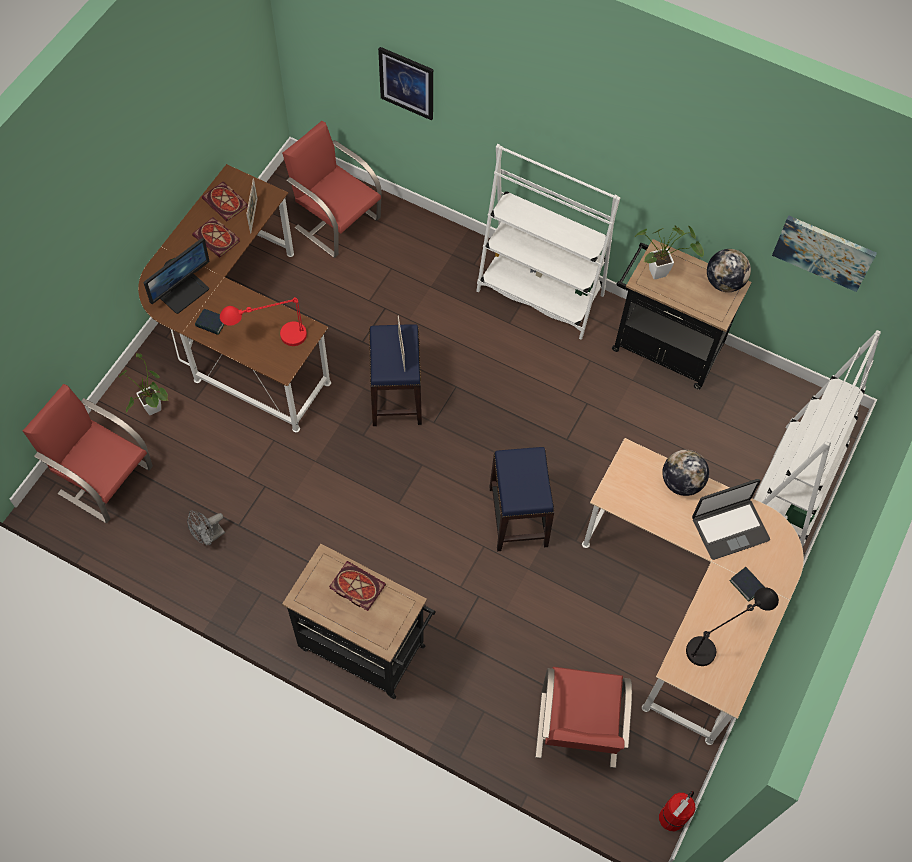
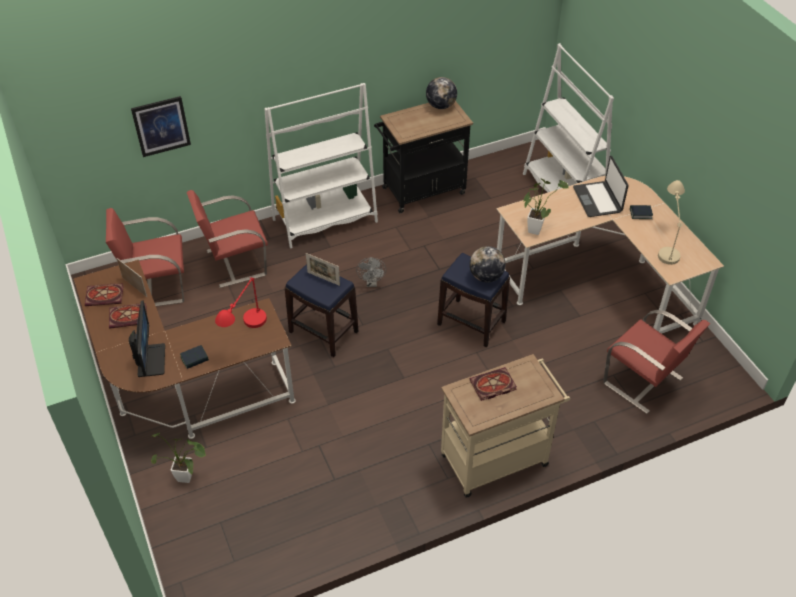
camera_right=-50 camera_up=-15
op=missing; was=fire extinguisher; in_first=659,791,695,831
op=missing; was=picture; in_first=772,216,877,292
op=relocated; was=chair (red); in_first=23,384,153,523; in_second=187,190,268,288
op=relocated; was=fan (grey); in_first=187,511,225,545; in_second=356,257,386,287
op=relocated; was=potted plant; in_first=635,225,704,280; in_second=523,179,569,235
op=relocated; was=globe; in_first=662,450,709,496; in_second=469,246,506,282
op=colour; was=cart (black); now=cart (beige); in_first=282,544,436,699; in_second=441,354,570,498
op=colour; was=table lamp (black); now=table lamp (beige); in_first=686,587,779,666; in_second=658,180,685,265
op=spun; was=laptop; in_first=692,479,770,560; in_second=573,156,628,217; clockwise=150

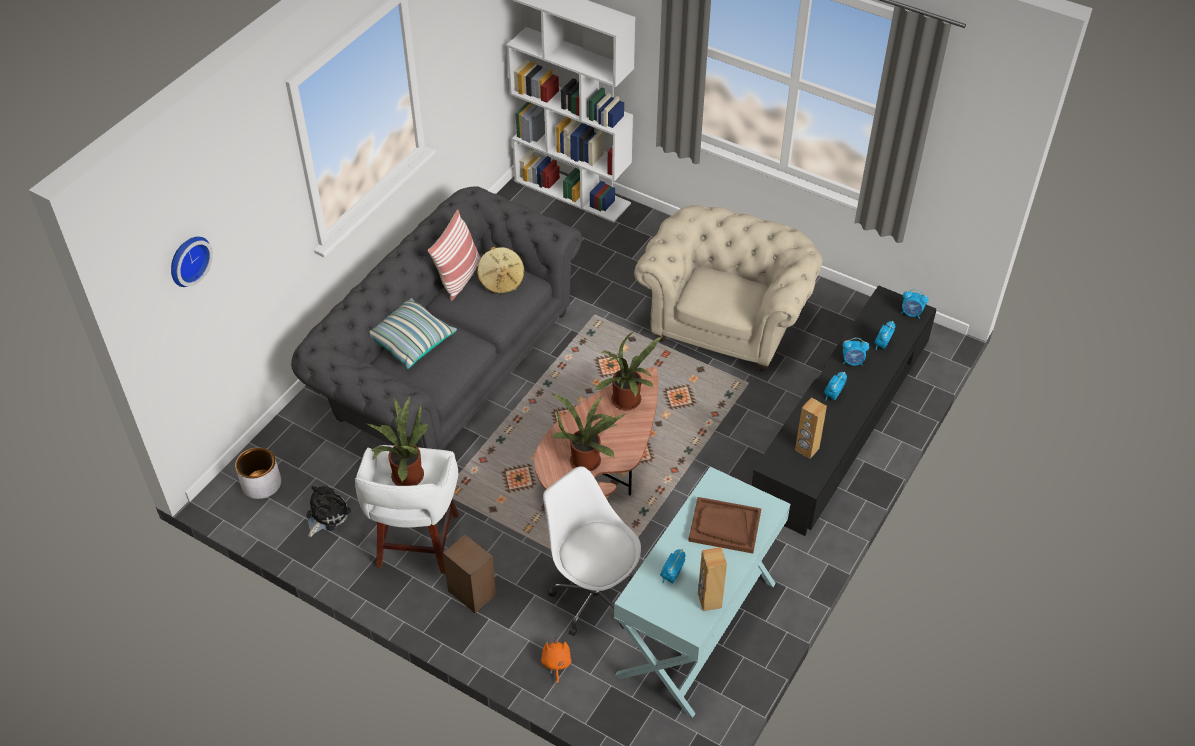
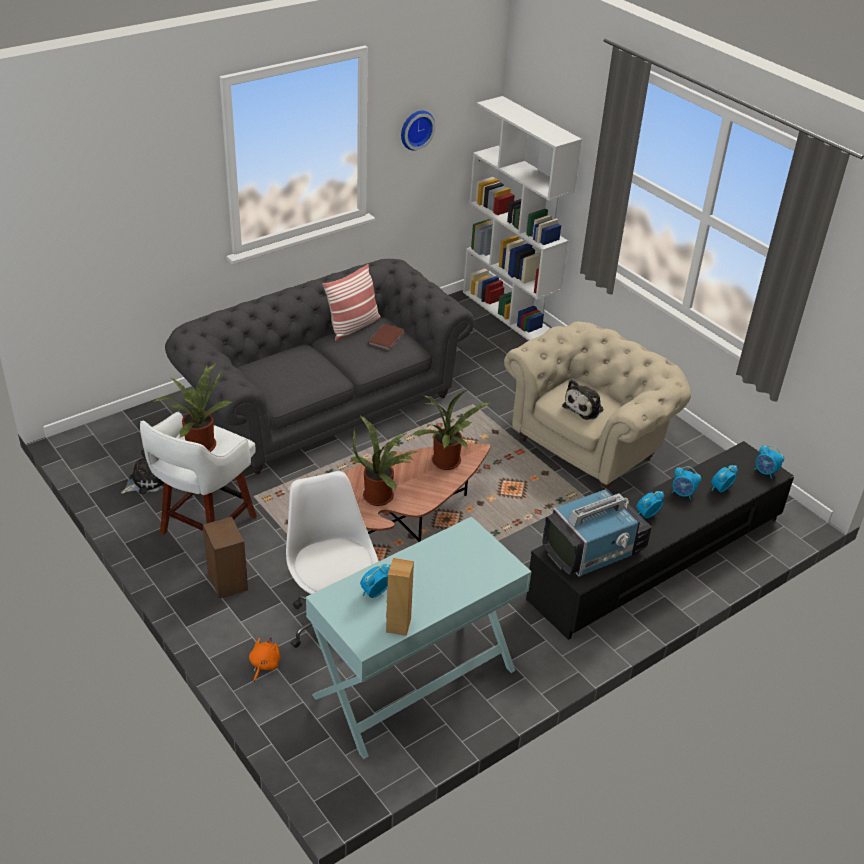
camera_right=20 camera_up=-10
op=missing; was=planter (white); in_first=235,447,281,499
op=missing; was=pillow; in_first=369,298,457,369
op=missing; was=tray (brown); in_first=688,497,761,553
op=appeared; now=plush toy; in_second=562,380,603,420
op=relocated; was=wall clock; in_first=171,236,213,287; in_second=401,111,436,151
op=exchanged; was=hat (beige); now=book (brown); in_first=477,247,525,294; in_second=368,324,405,351
op=exchanged; was=speaker (brown); now=television; in_first=795,397,827,459; in_second=542,488,652,577

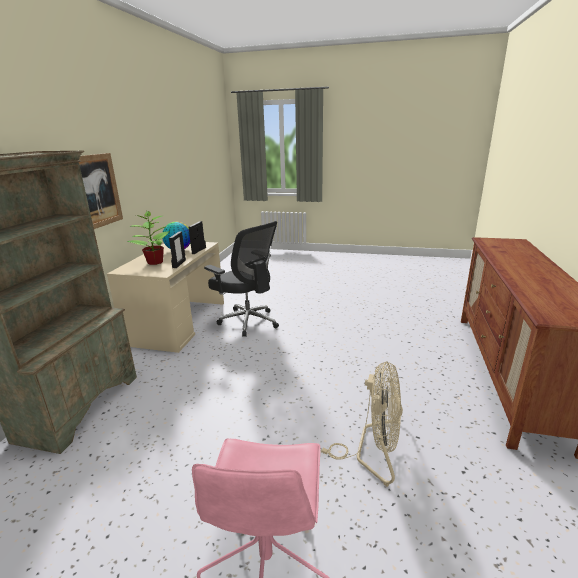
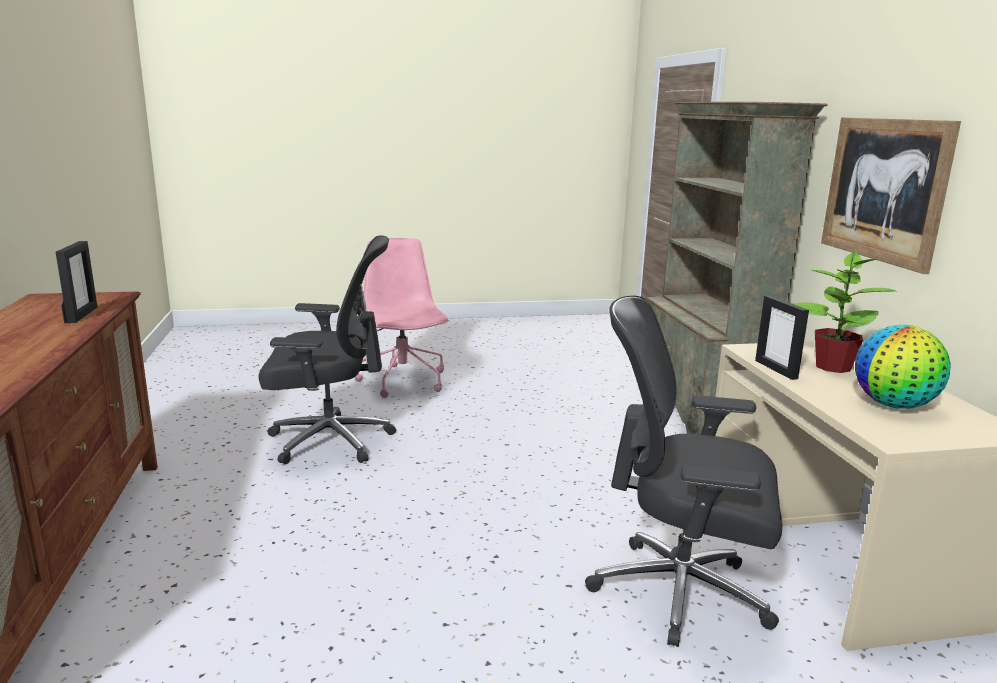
camera_right=155 camera_up=-5
op=relocated; was=picture frame; in_first=189,221,206,254; in_second=56,241,97,323
op=exchanged; was=fan (beige); now=office chair; in_first=321,361,403,487; in_second=259,235,396,464

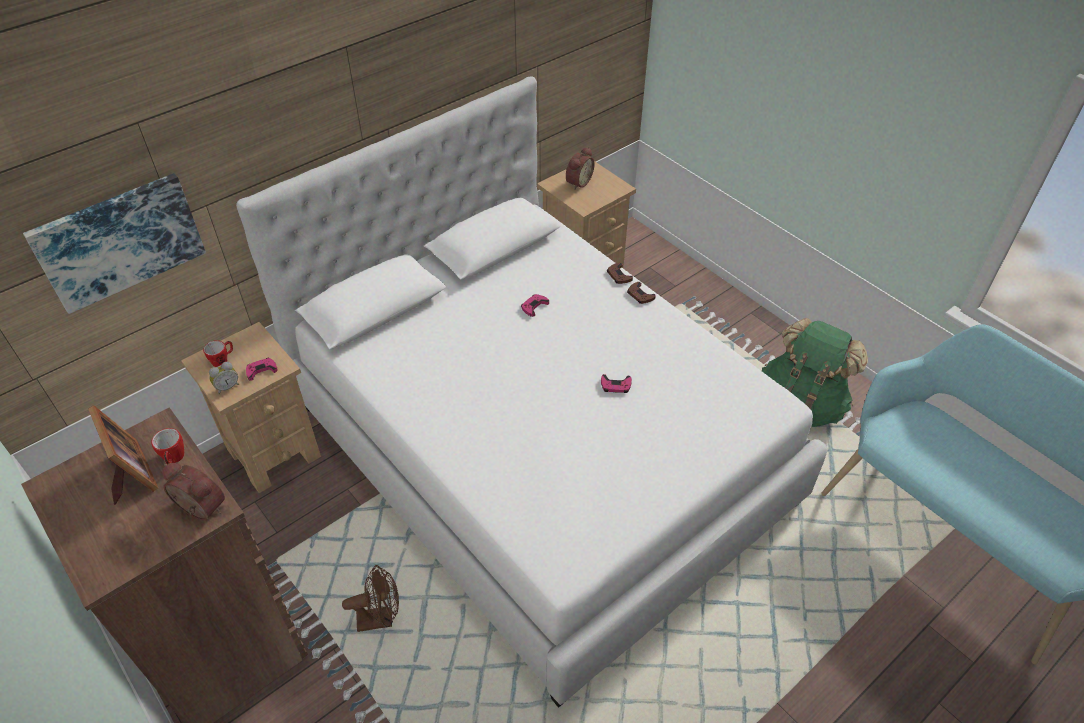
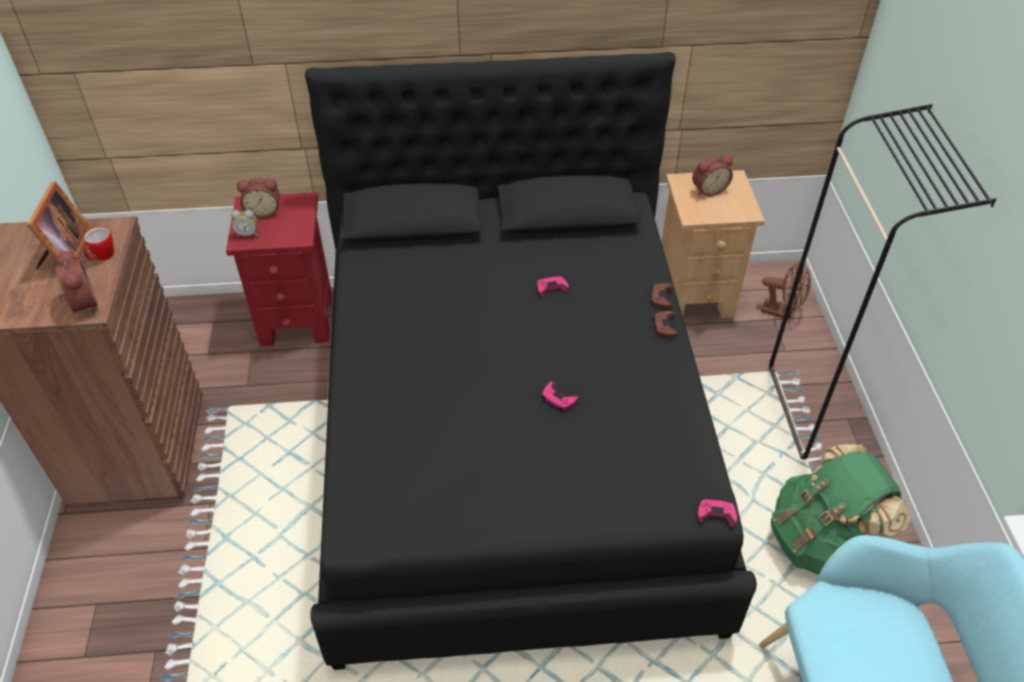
camera_right=35 camera_up=0
op=missing; was=picture; in_first=23,173,206,314
op=appeared; now=clothes rack (black); in_second=769,103,996,459
op=relocated; was=game controller (pink); in_first=246,358,278,381; in_second=697,499,737,526
op=relocated; was=fan (brown); in_first=342,565,399,632; in_second=761,262,811,320
op=exchanged; was=mug; now=alarm clock; in_first=203,340,233,367; in_second=237,178,280,218
op=colour; was=nightstand (beige); now=nightstand (red); in_first=181,322,321,493; in_second=226,192,332,346
op=colour; was=bed (white); now=bed (black); in_first=236,77,828,708; in_second=305,52,757,670

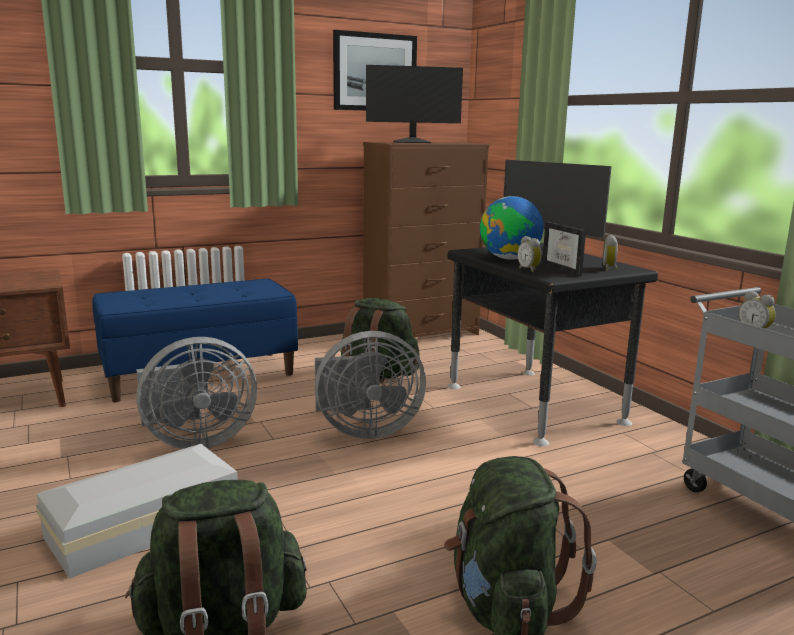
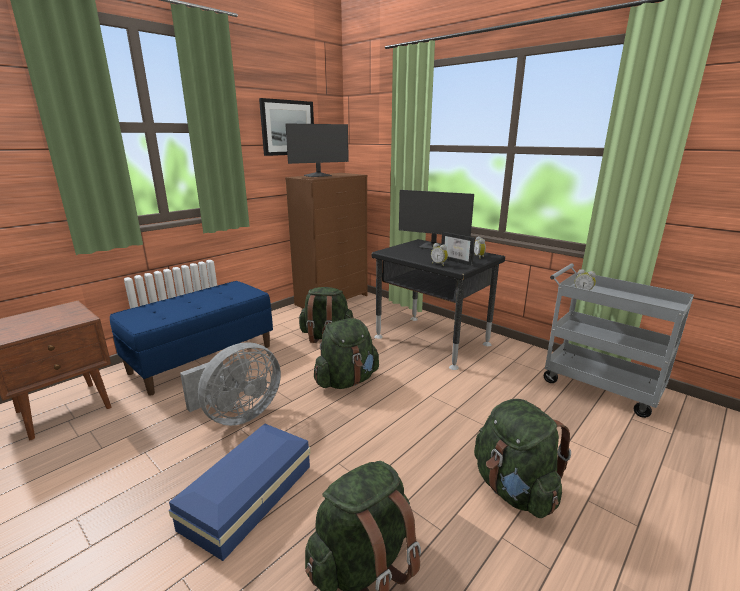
camera_right=-20 camera_up=5
op=missing; was=globe; in_first=480,196,544,260
op=exchanged; was=fan (grey); now=backpack (green); in_first=315,331,426,439; in_second=314,318,379,389
op=colour; was=storage box (white); now=storage box (blue); in_first=36,444,238,579; in_second=169,424,311,561

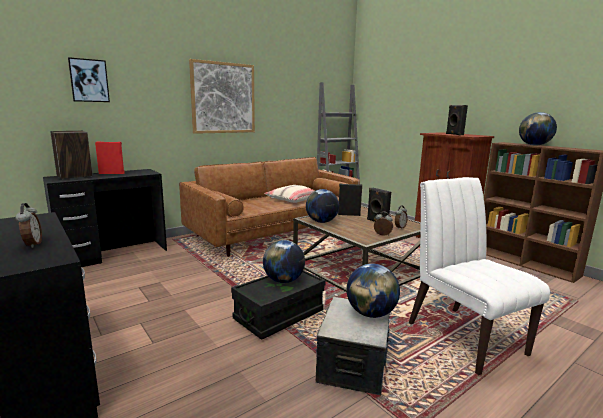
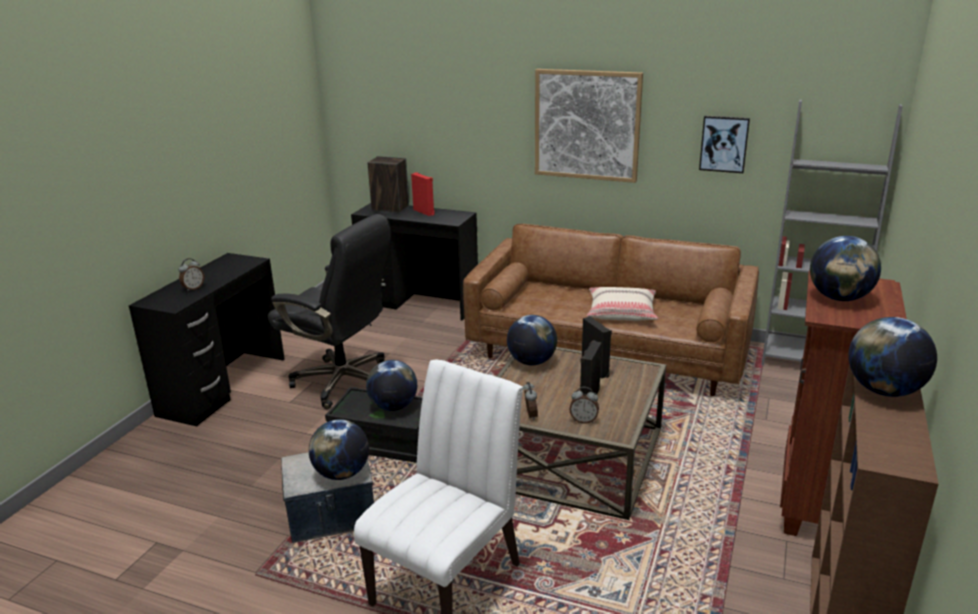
camera_right=60 camera_up=10
op=appeared; now=office chair (black); in_second=268,214,390,410
op=relocated; was=picture; in_first=68,57,110,102; in_second=699,116,750,173
op=exchanged; was=speaker (black); now=globe; in_first=446,105,468,135; in_second=810,236,881,301

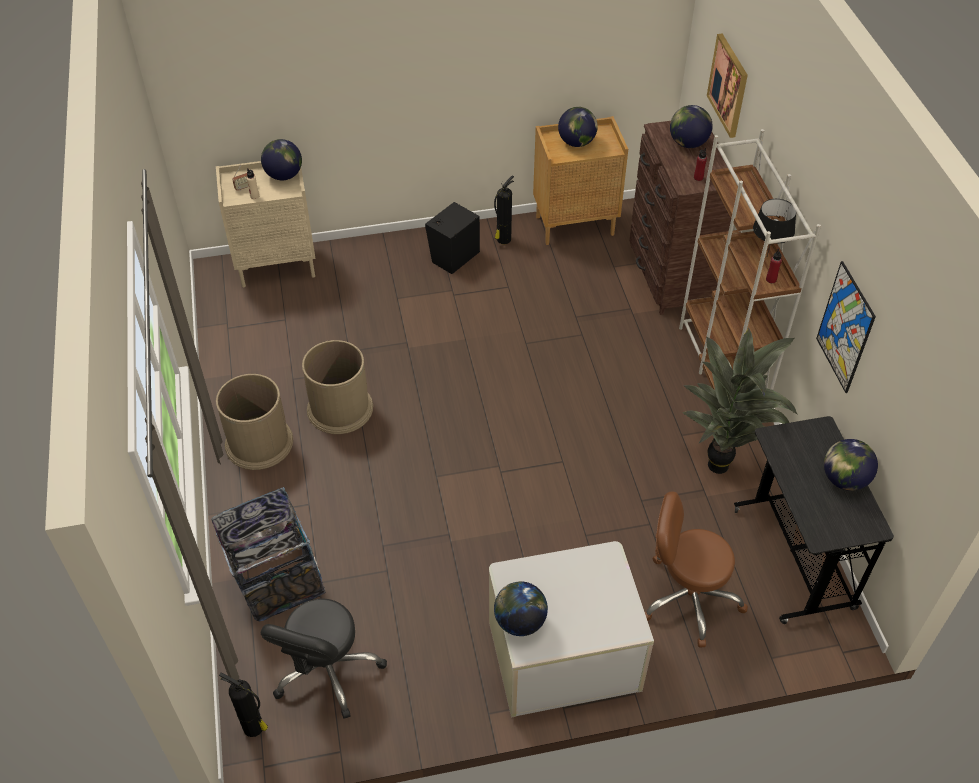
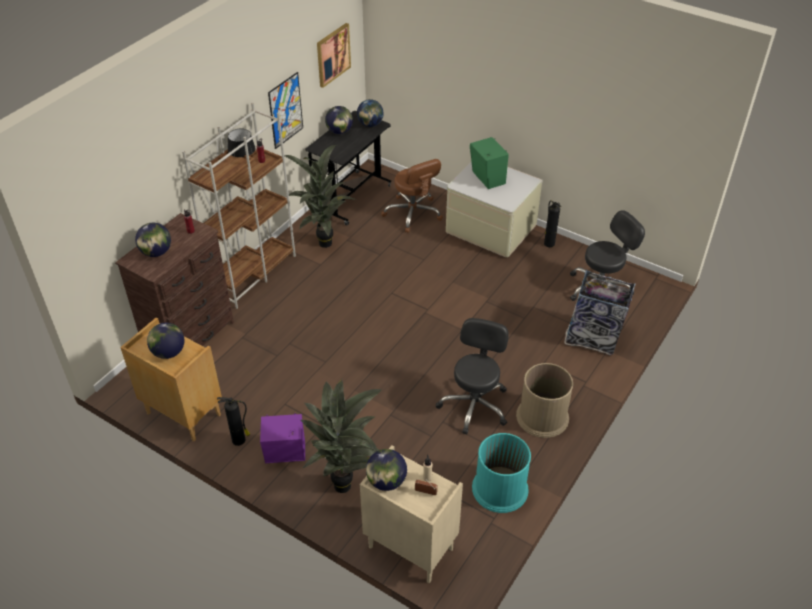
camera_right=-135 camera_up=-5
op=appeared; now=potted plant; in_second=301,379,383,493
op=appeared; now=speaker (green); in_second=470,137,509,189
op=appeared; now=trash can (turquoise); in_second=472,433,531,513
op=relocated; was=fire extinguisher; in_first=219,673,268,737; in_second=544,200,561,247
op=relocated; was=globe; in_first=494,581,548,636; in_second=357,99,384,127
op=relocated; was=picture; in_first=707,34,748,138; in_second=317,23,351,88
op=exchanged; was=trash can (brown); now=office chair (black); in_first=302,340,373,434; in_second=436,318,509,435
op=colour; was=speaker (black); now=speaker (purple); in_first=425,202,480,274; in_second=260,413,305,463

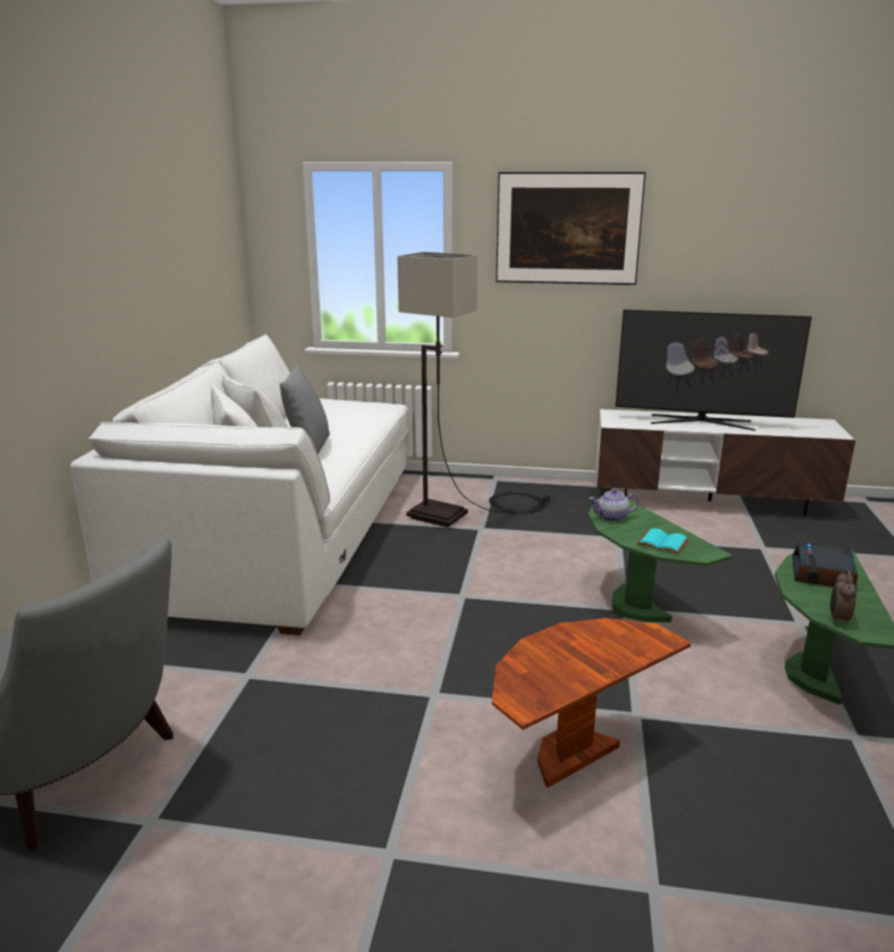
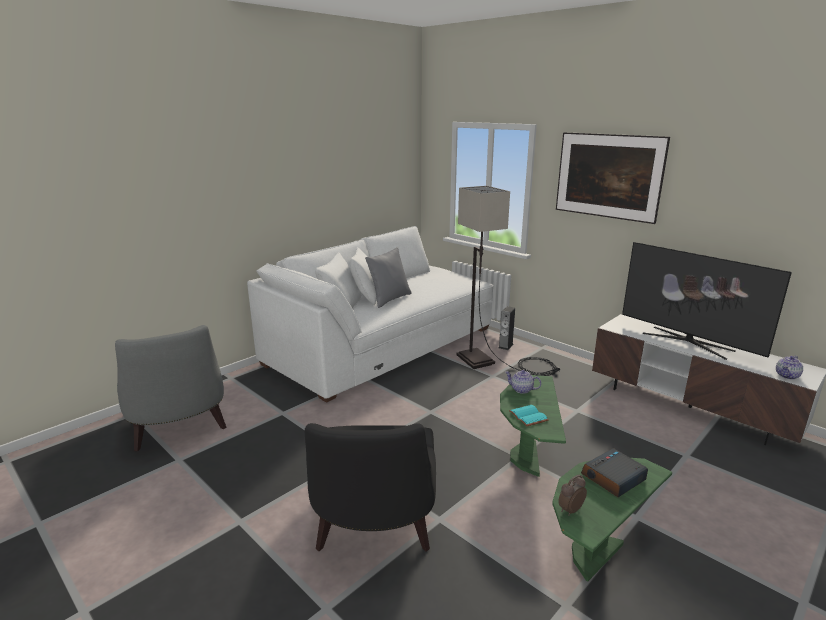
camera_right=35 camera_up=0
op=appeared; now=speaker; in_second=498,306,515,350
op=appeared; now=teapot; in_second=776,356,803,379
op=exchanged; was=side table (brown); now=armchair (black); in_first=492,618,691,788; in_second=305,423,436,551

